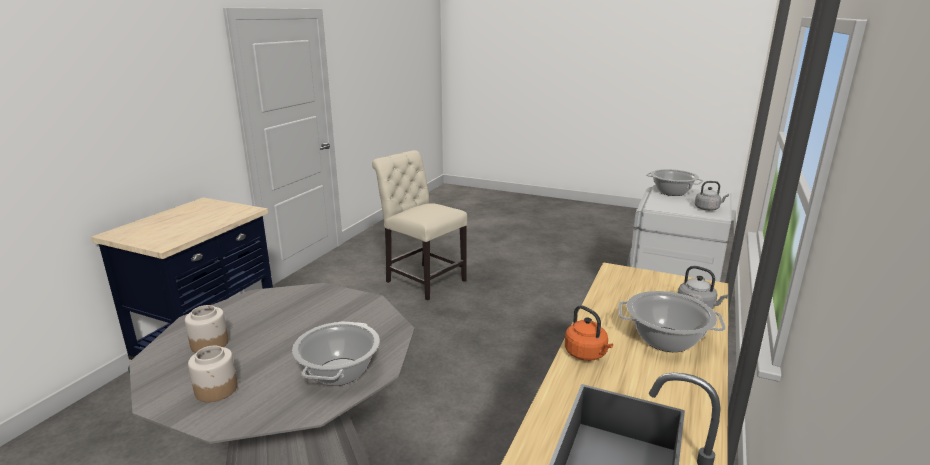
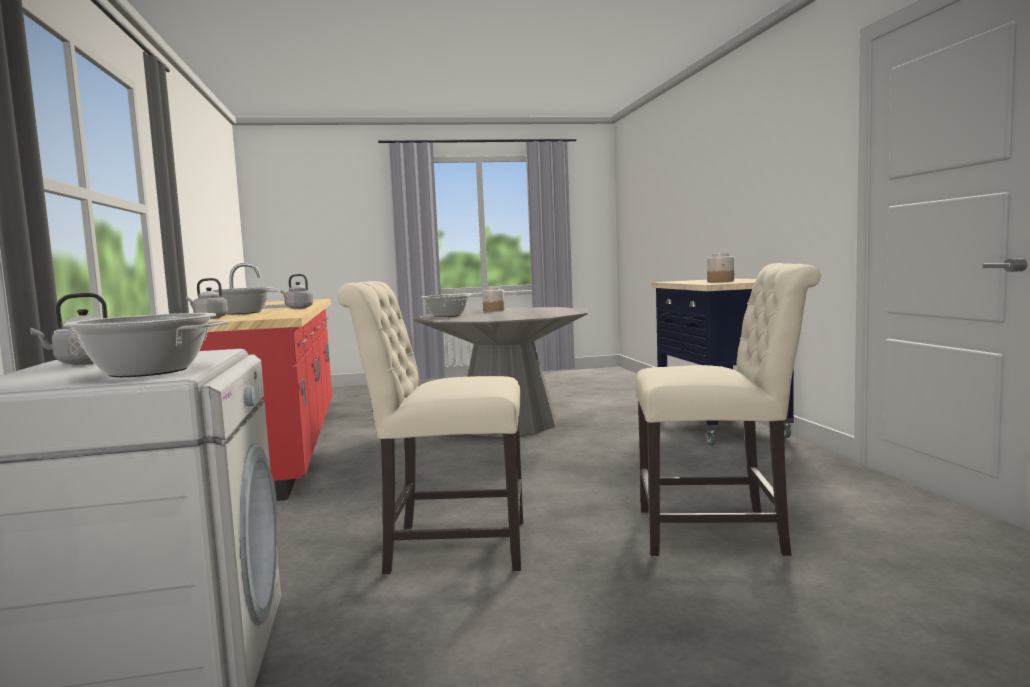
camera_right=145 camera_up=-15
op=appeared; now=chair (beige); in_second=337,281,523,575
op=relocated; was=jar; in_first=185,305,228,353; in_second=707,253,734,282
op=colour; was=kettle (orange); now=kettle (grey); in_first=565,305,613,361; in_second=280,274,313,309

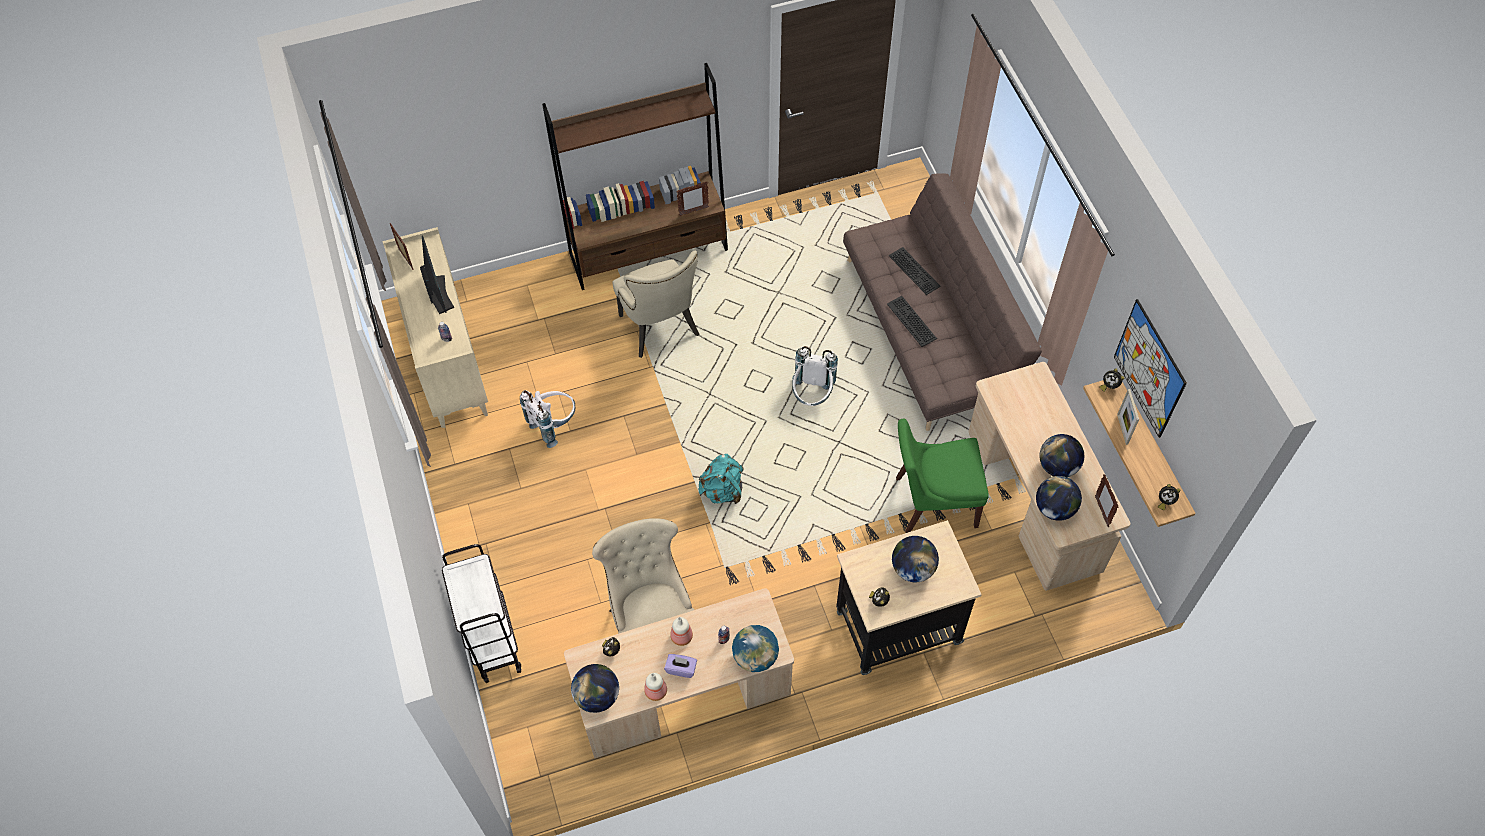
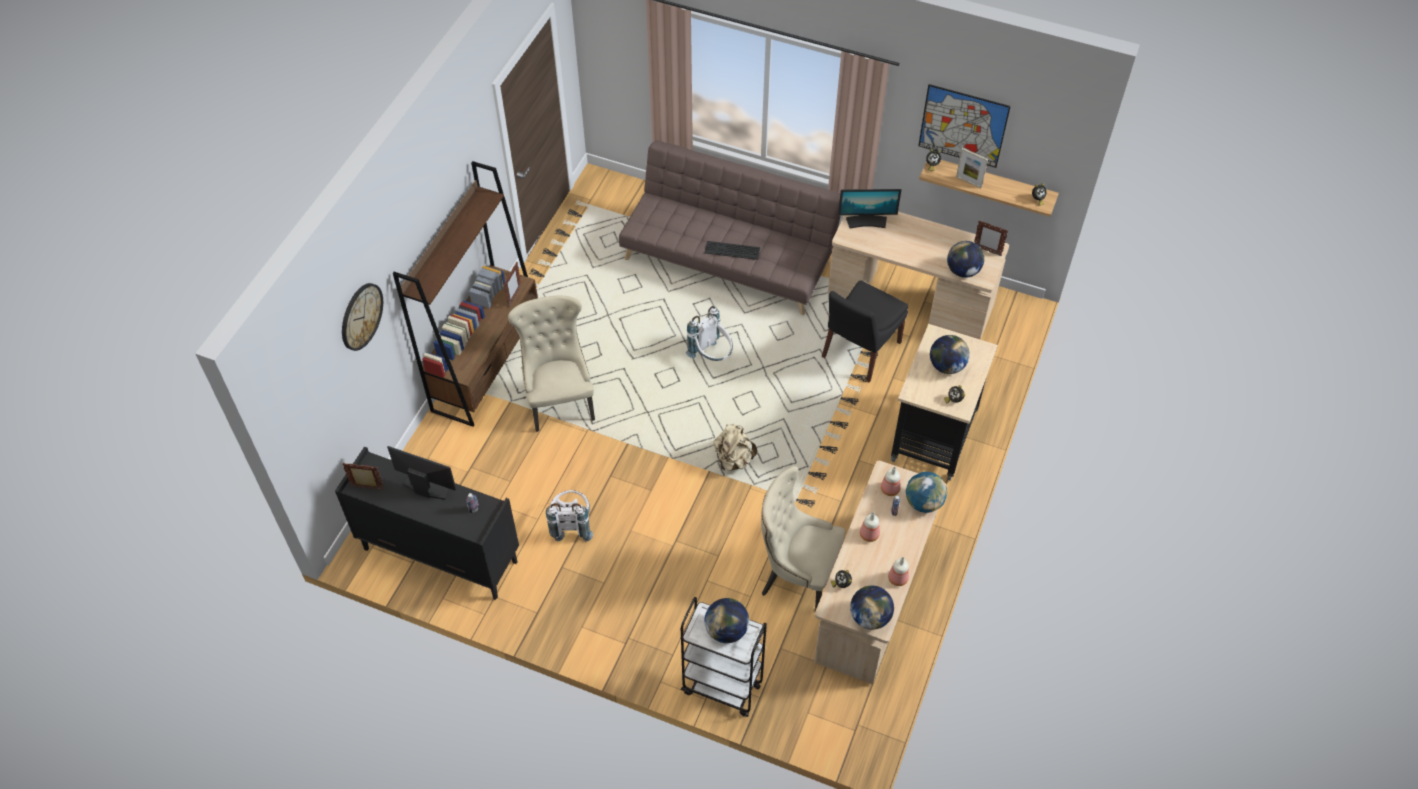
camera_right=-50 camera_up=-5
op=missing; was=tissue box (purple); in_first=664,654,697,678
op=missing; was=keyboard; in_first=889,247,941,295
op=appeared; now=wall clock; in_second=342,283,383,351
op=appeared; now=monitor; in_second=838,189,901,228
op=appeared; now=bottle; in_second=881,467,901,496
op=relocated; was=globe; in_first=1039,434,1084,477; in_second=705,598,749,643
op=colour; was=cabinet (beige); now=cabinet (black); in_first=382,227,488,428; in_second=335,446,519,600
op=colour; was=backpack (turquoise); now=backpack (beige); in_first=698,454,744,504; in_second=714,424,757,471
op=colour; was=chair (green); now=chair (black); in_first=896,418,989,533; in_second=822,280,908,382
op=spun; was=chair (beige); in_first=613,251,699,358; in_second=508,296,595,432; clockwise=-120

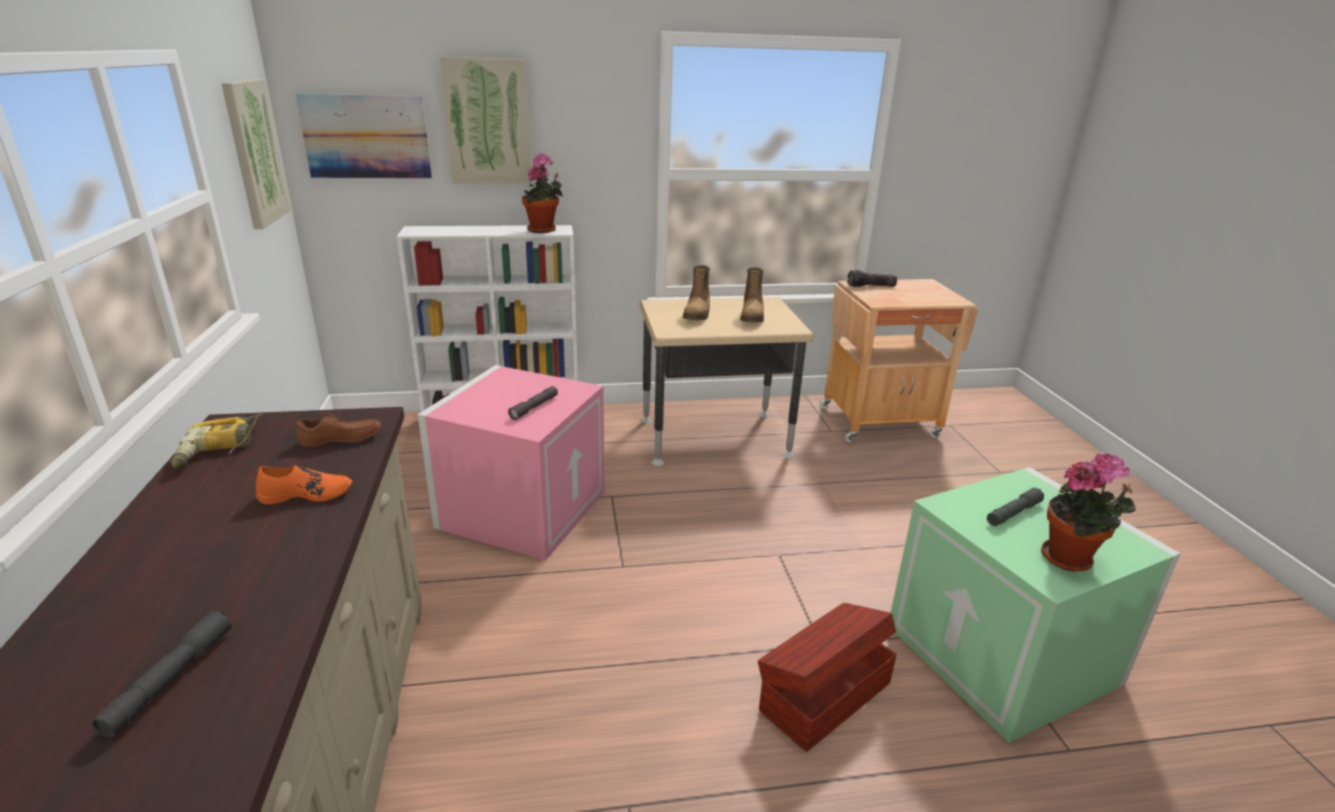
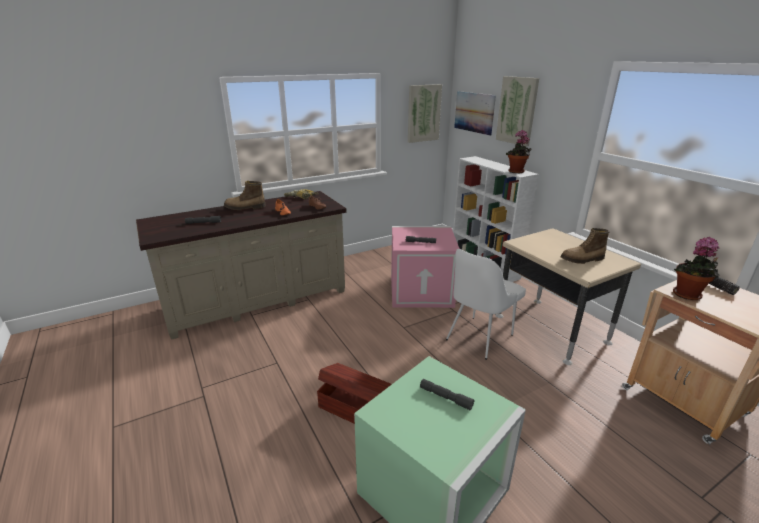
camera_right=70 camera_up=0
op=appeared; now=chair (white); in_second=446,249,526,360
op=relocated; was=boot; in_first=683,265,710,320; in_second=224,181,266,210
op=relocated; was=potted plant; in_first=1041,453,1136,571; in_second=673,237,719,300

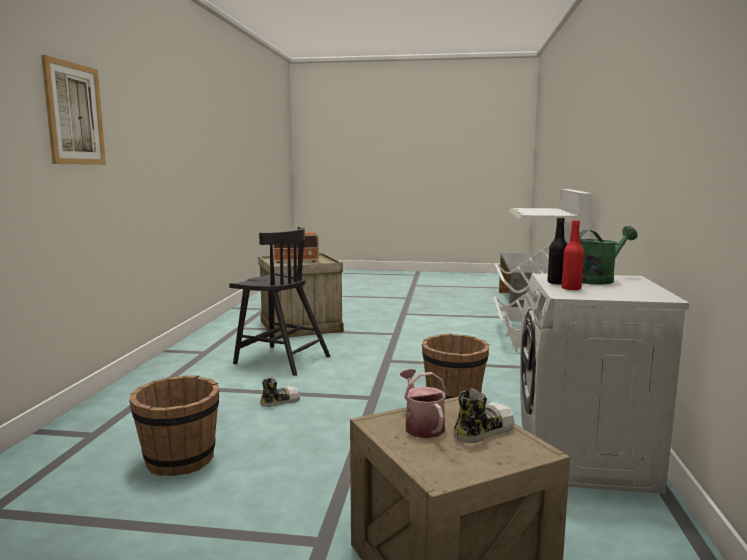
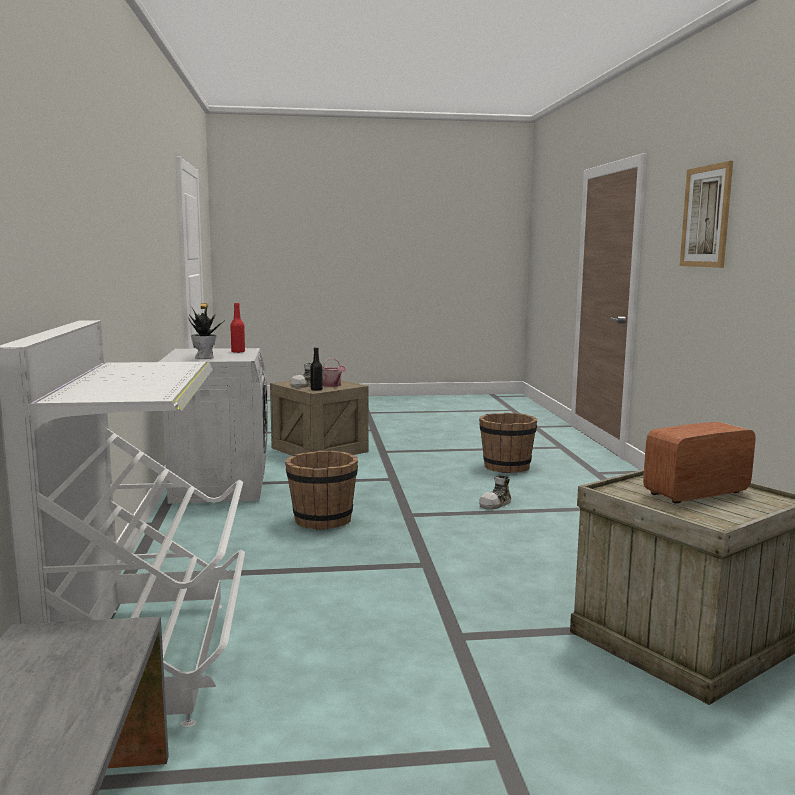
camera_right=165 camera_up=0
op=missing; was=chair (black); in_first=229,227,331,376
op=relocated; was=bottle (black); in_first=547,217,568,285; in_second=310,347,323,391
op=exchanged; was=watering can (green); now=potted plant; in_first=579,226,637,285; in_second=188,307,223,359

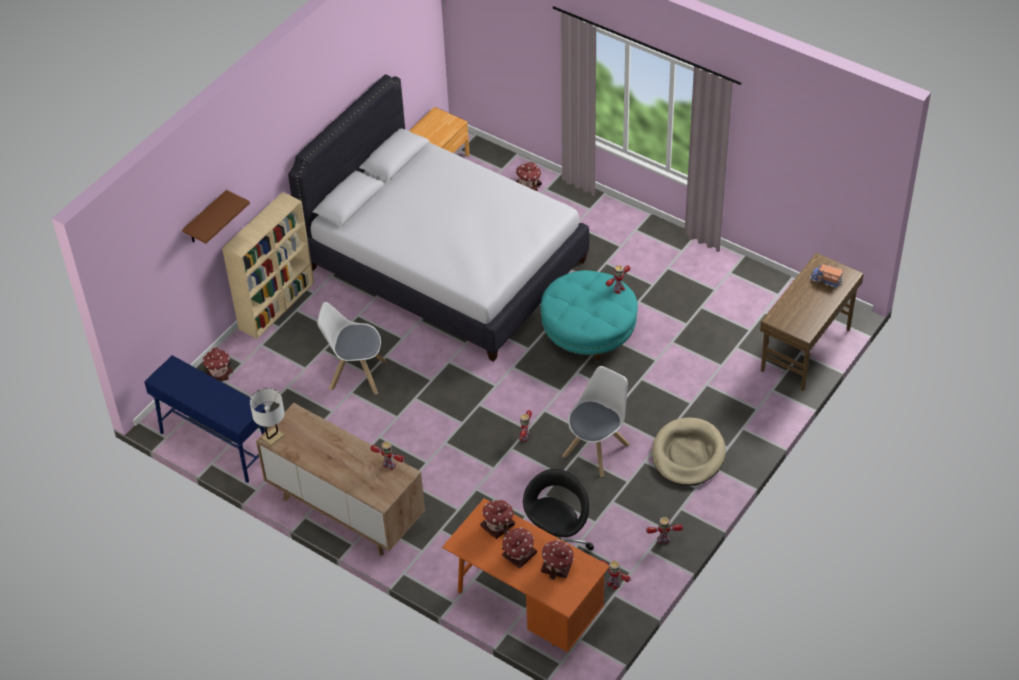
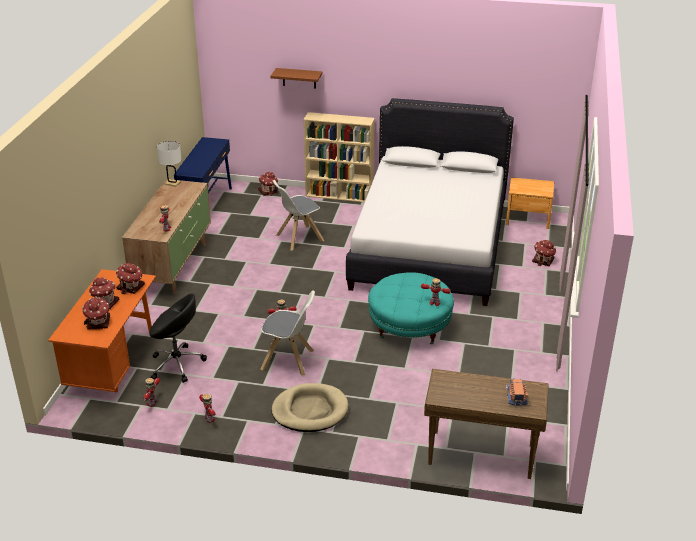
camera_right=65 camera_up=-15
op=spun; was=chair; in_first=317,302,387,395; in_second=273,180,324,251; clockwise=-105

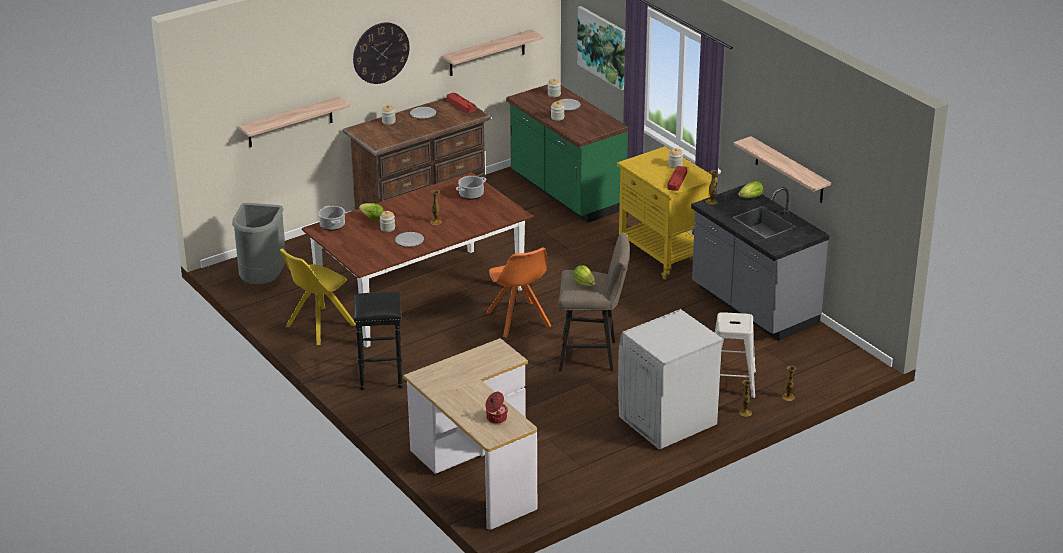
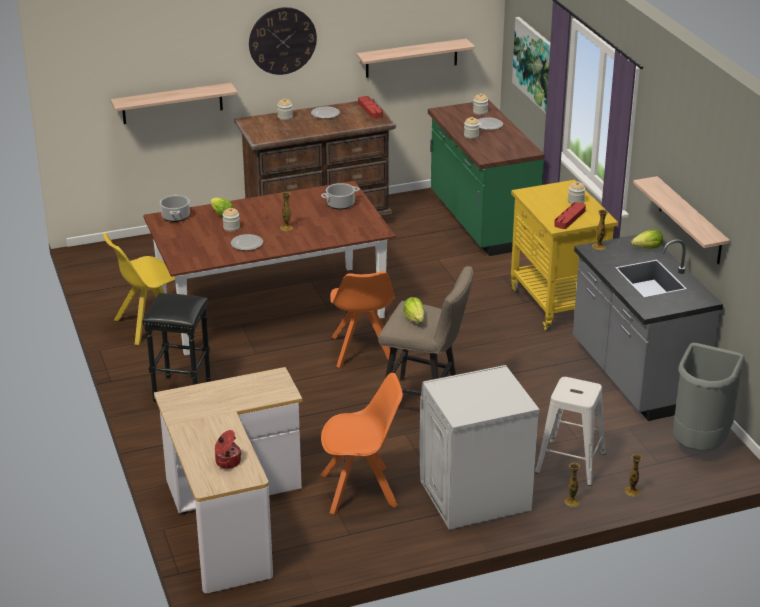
camera_right=15 camera_up=0
op=appeared; now=chair (orange); in_second=321,373,403,514
op=relocated; was=trash can (grey); in_first=232,203,286,284; in_second=673,343,745,451

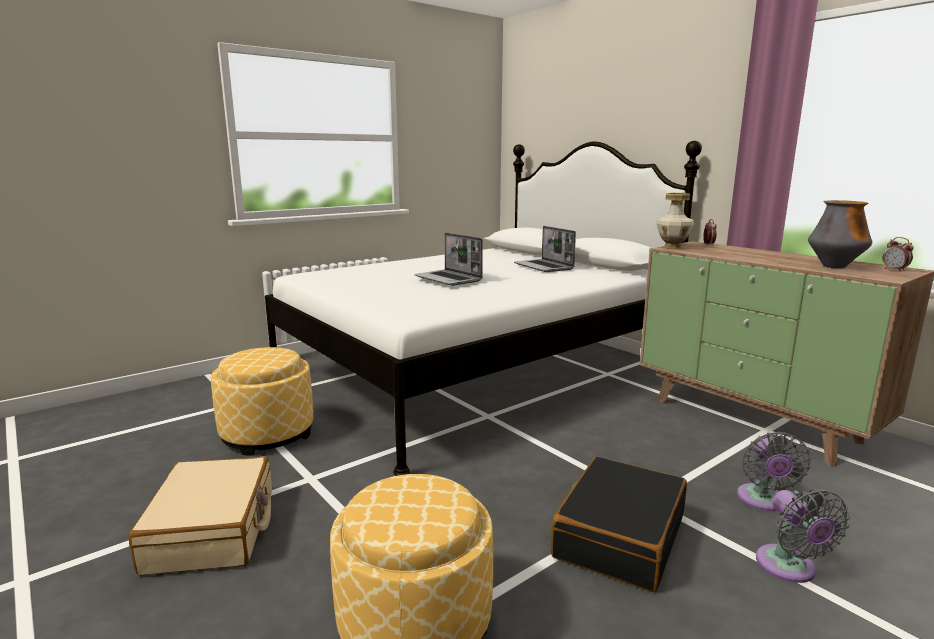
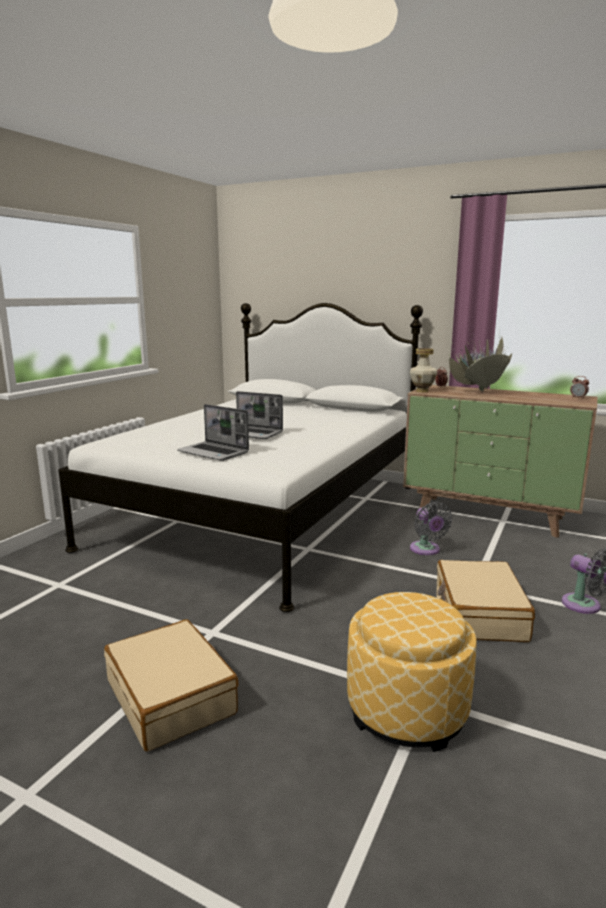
camera_right=-25 camera_up=0
op=missing; was=ottoman; in_first=210,347,313,456
op=missing; was=vase; in_first=808,200,872,268
op=appeared; now=potted plant; in_second=449,332,512,393
op=relocated; was=laptop; in_first=514,226,576,272; in_second=177,404,249,461
op=relocated; was=fan (grey); in_first=737,432,811,511; in_second=410,502,452,555
op=colour; was=suitcase (black); now=suitcase (beige); in_first=551,457,687,592; in_second=437,560,535,642

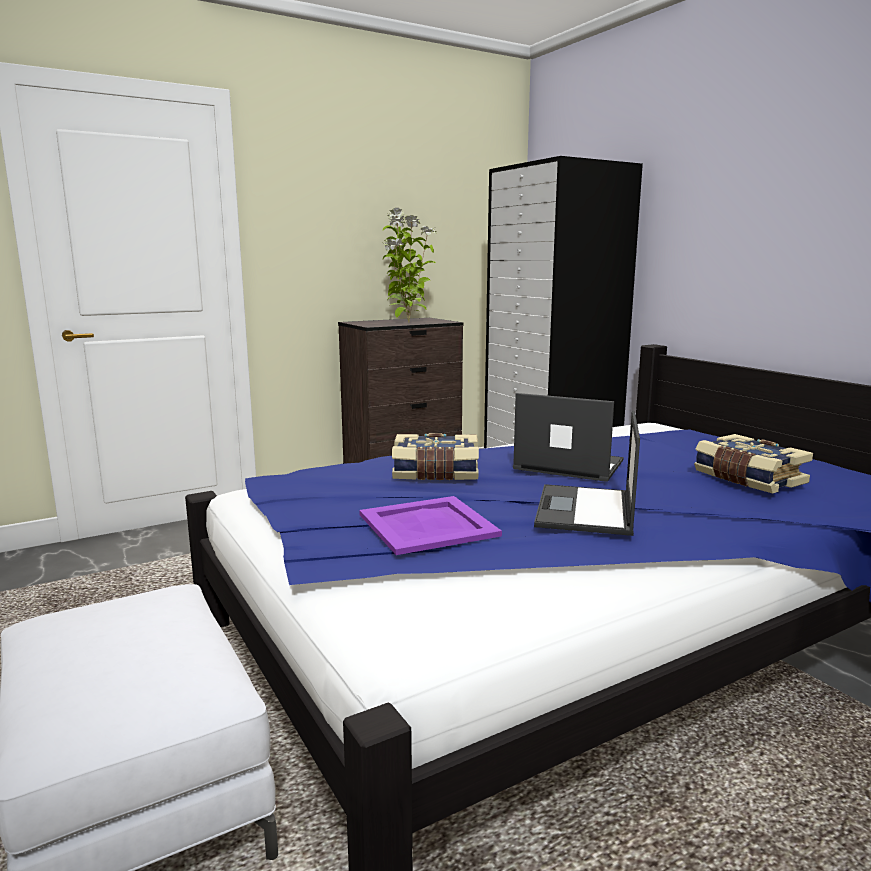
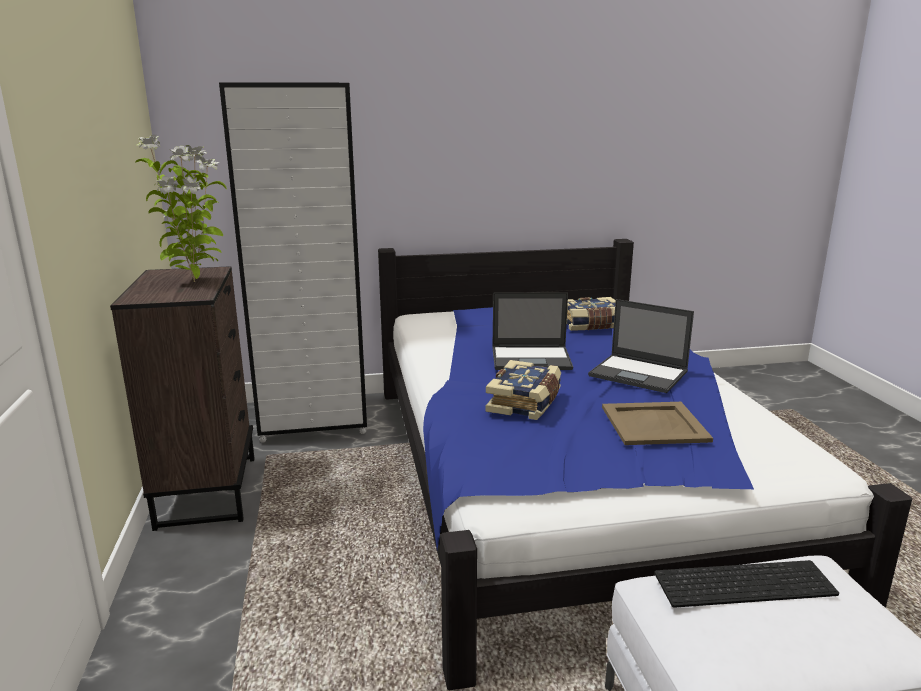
camera_right=-70 camera_up=5
op=appeared; now=keyboard; in_second=654,560,839,608
op=colour; was=tray (purple); now=tray (beige); in_first=359,496,502,555; in_second=602,402,713,445
op=spun; was=laptop; in_first=513,393,624,482; in_second=492,293,573,370; clockwise=-135

